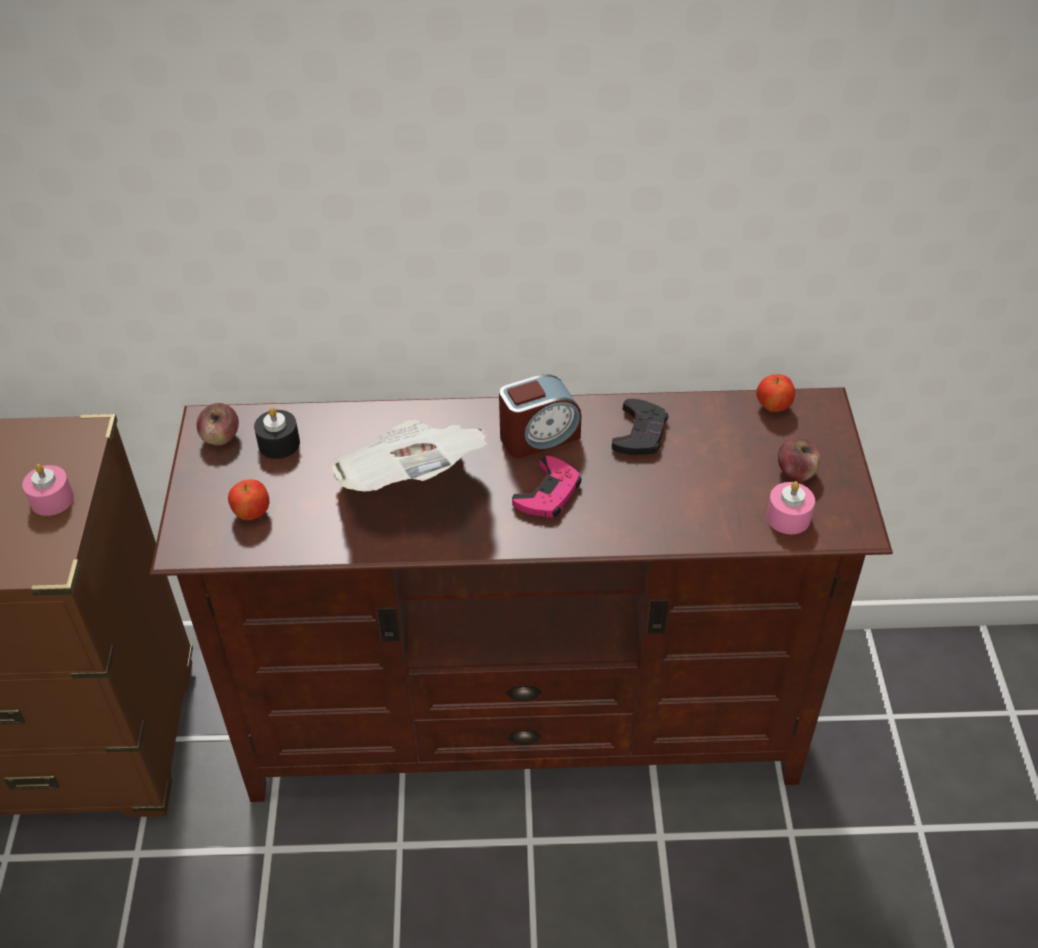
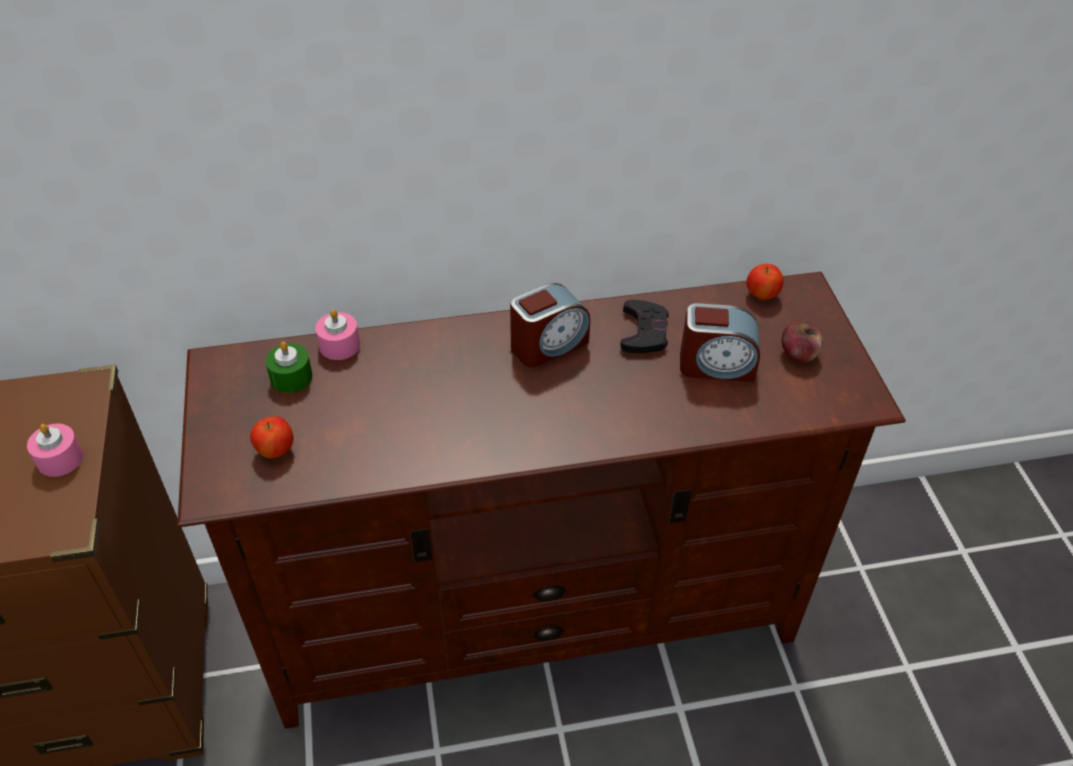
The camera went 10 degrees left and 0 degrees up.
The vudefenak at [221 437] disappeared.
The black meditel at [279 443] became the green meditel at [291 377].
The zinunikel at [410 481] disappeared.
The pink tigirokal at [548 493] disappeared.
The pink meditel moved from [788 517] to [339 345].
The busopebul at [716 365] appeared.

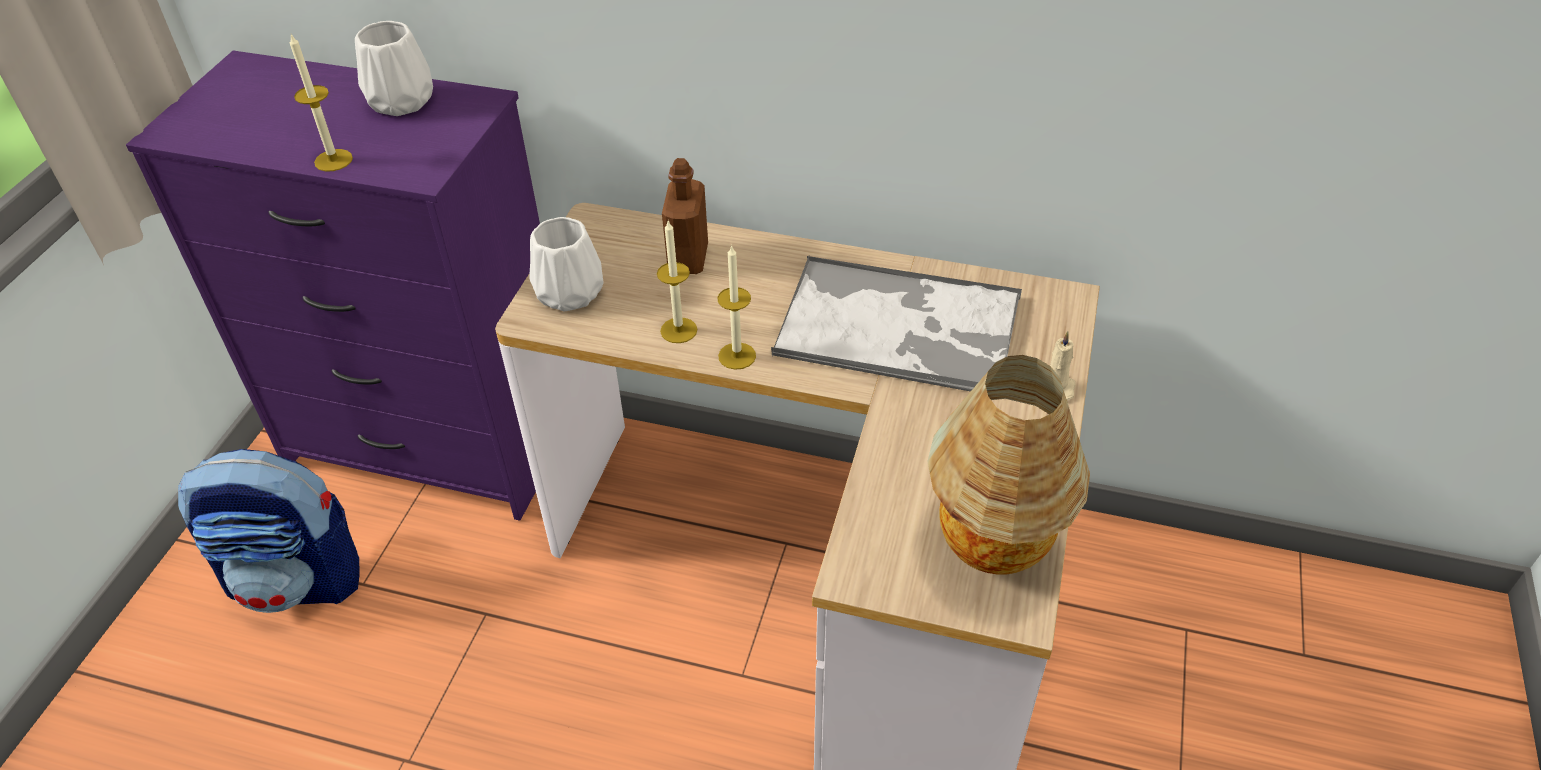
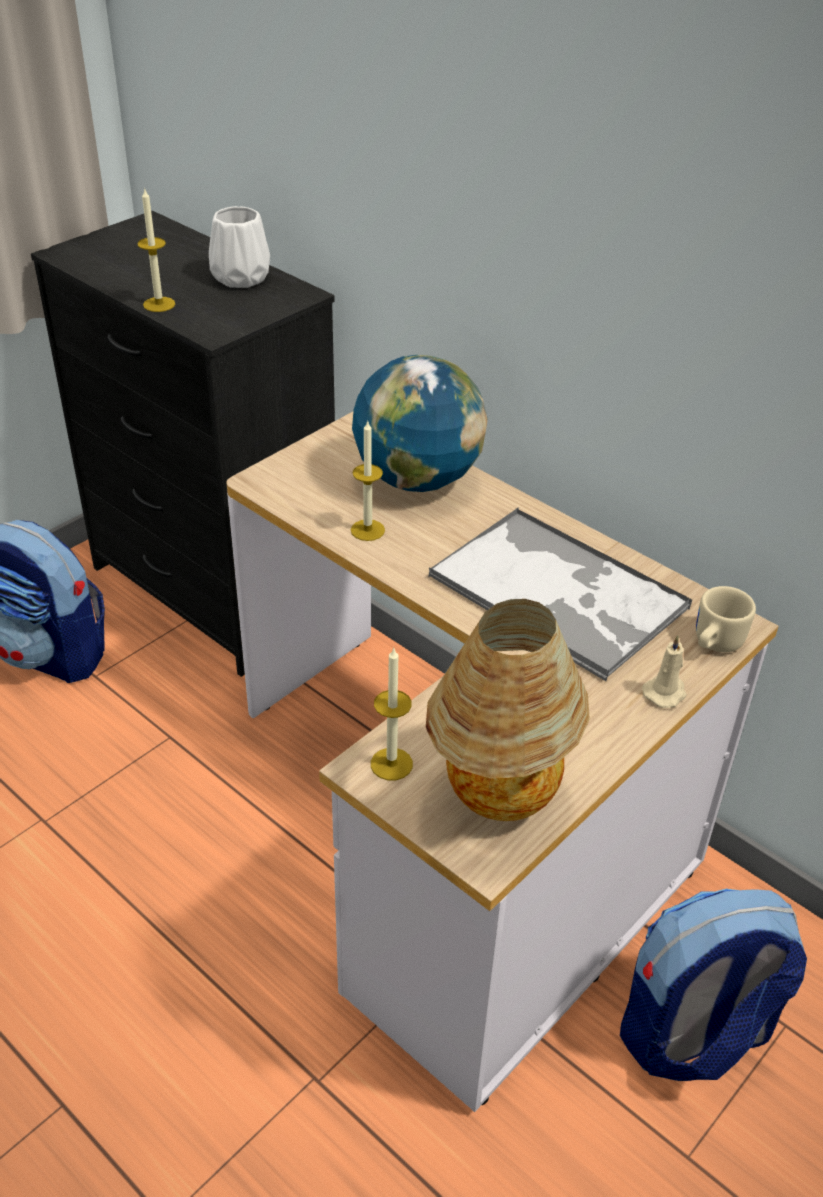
The camera went 25 degrees right and 5 degrees down.
The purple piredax at [432 442] became the black piredax at [212 590].
The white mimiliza at [567 292] disappeared.
The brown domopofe at [688 258] was replaced by the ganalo at [417 479].
The meditel moved from [737 356] to [391 764].
The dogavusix at [693 1035] appeared.
The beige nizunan at [713 644] appeared.

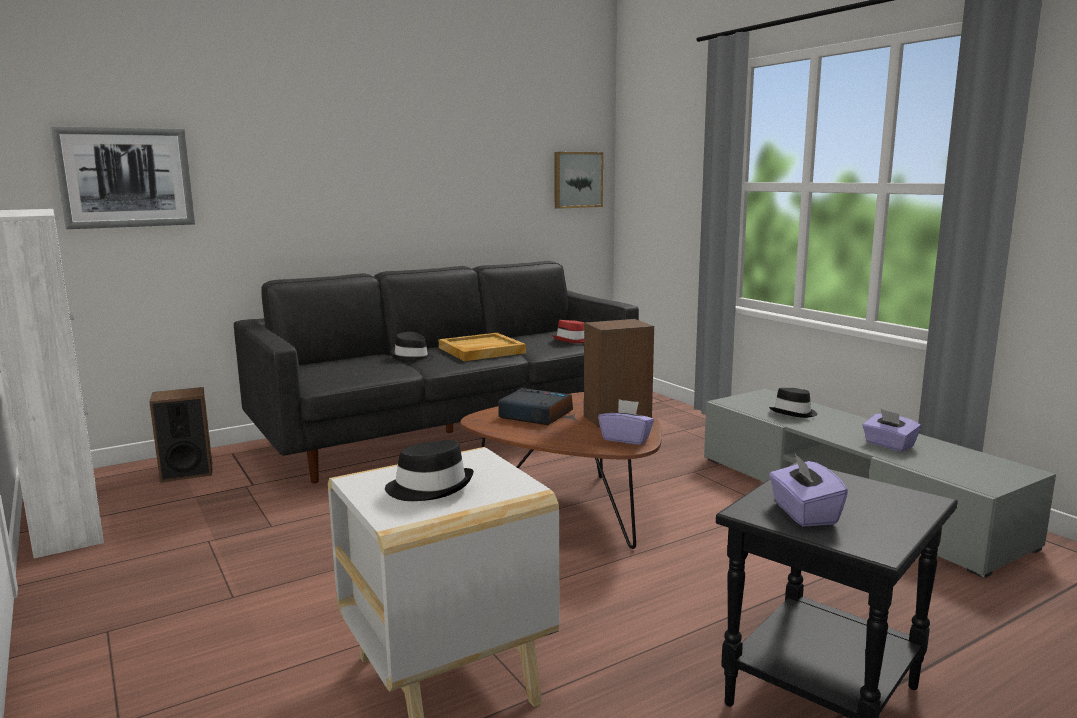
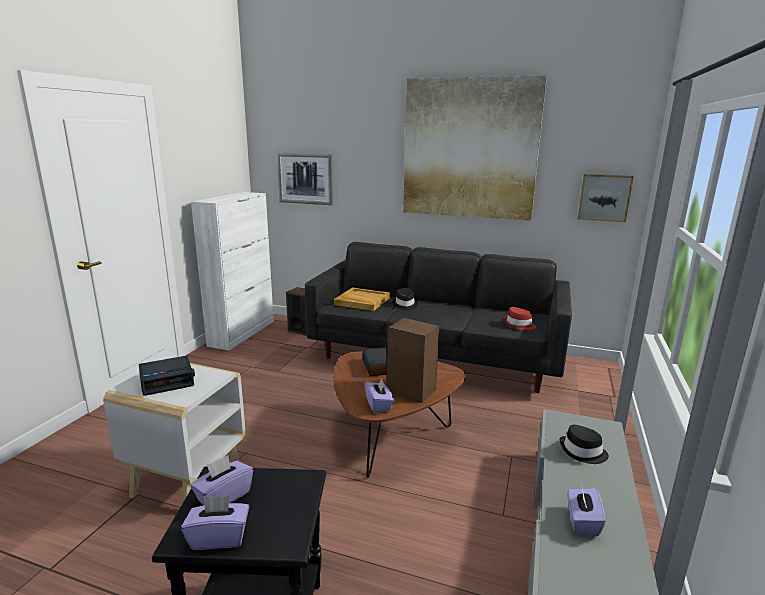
The camera went 50 degrees right and 5 degrees up.
The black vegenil at [430 487] was replaced by the busopebul at [167 381].
The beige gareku moved from [481 350] to [362 301].
The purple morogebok at [219 537] appeared.
The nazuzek at [470 149] appeared.

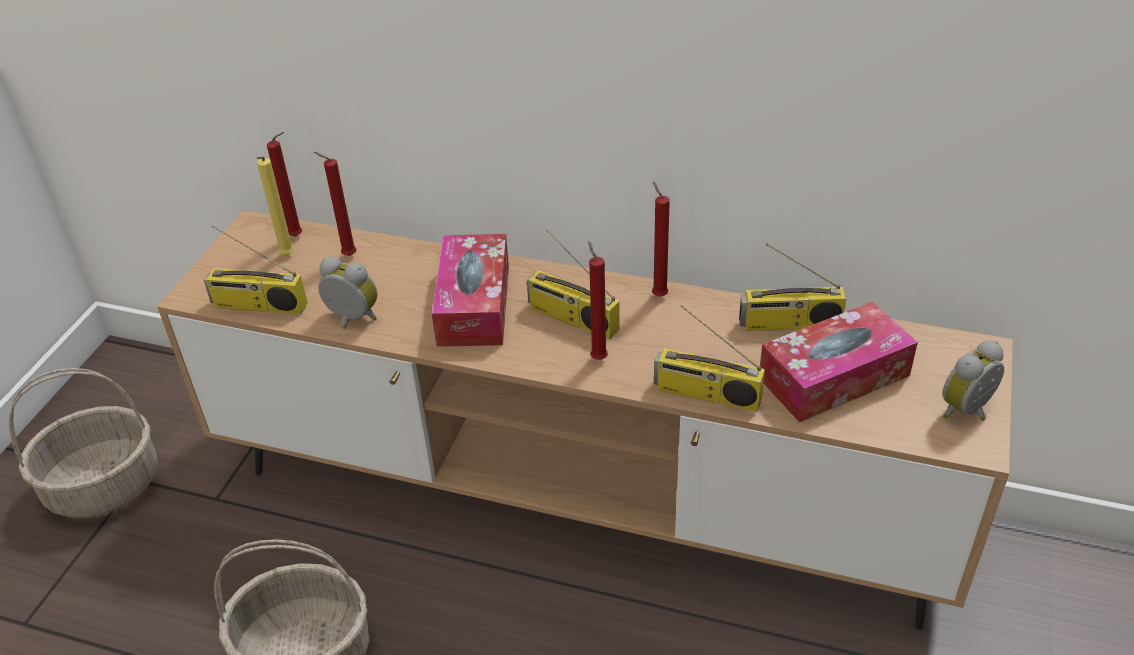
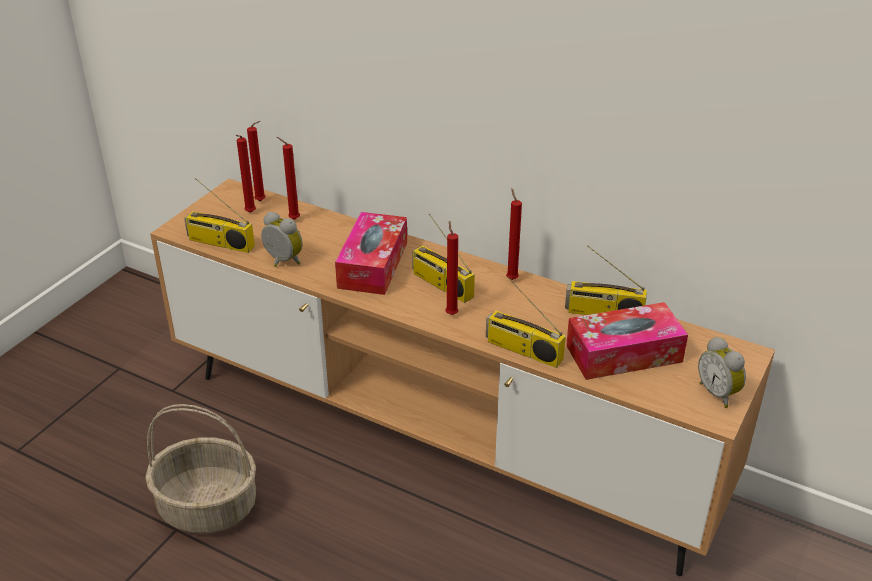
The camera went 10 degrees right and 5 degrees down.
The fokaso at [105 485] disappeared.
The yellow meditel at [286 256] became the red meditel at [249 213].
The busopebul at [968 411] turned 90 degrees counterclockwise.

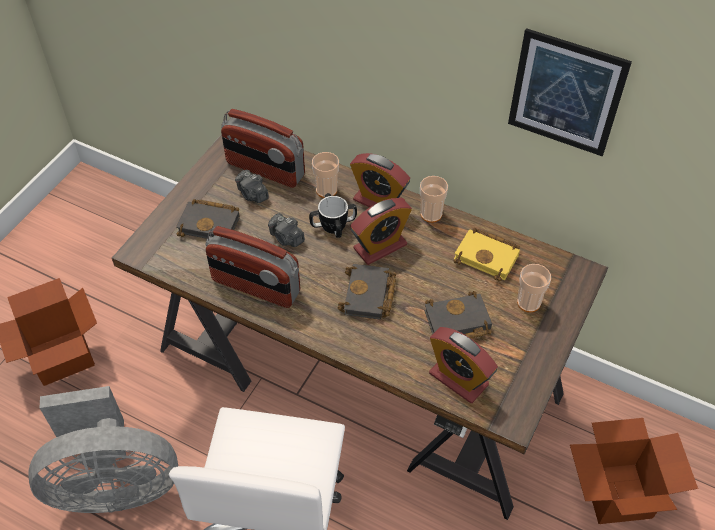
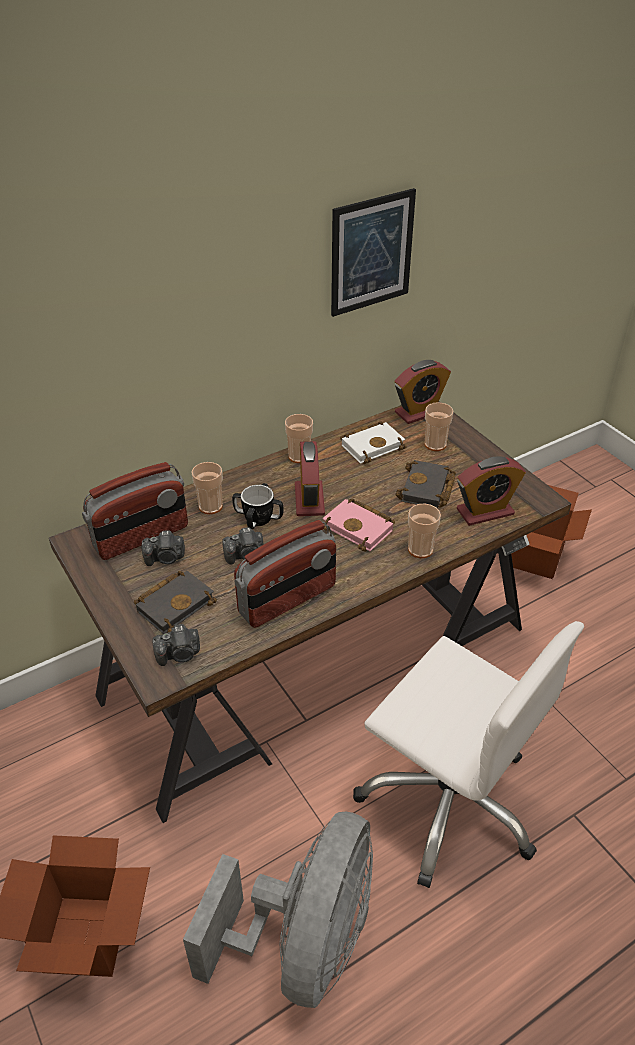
The camera went 60 degrees left and 10 degrees down.
The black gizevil at [369 296] became the pink gizevil at [360 528].
The busopebul moved from [379 201] to [419 412].
The yellow gizevil at [488 256] became the white gizevil at [372 445].
The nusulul at [179 654] appeared.
The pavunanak at [420 549] appeared.

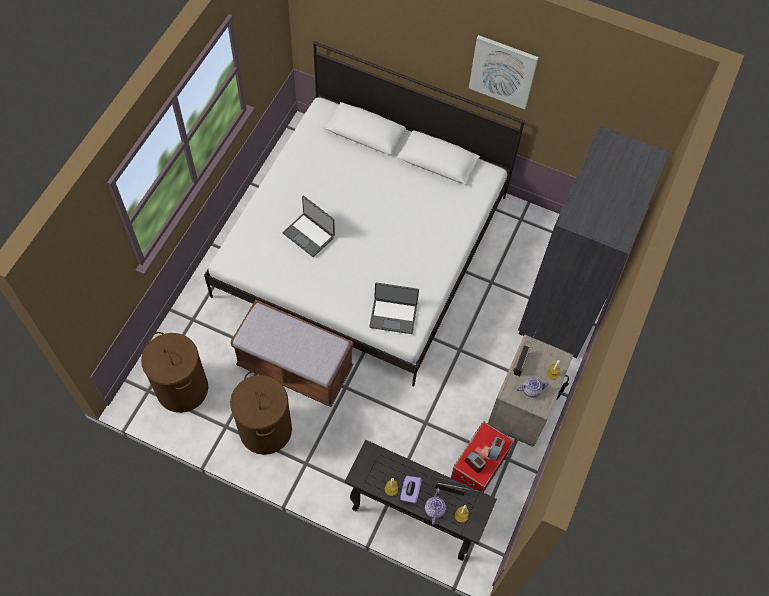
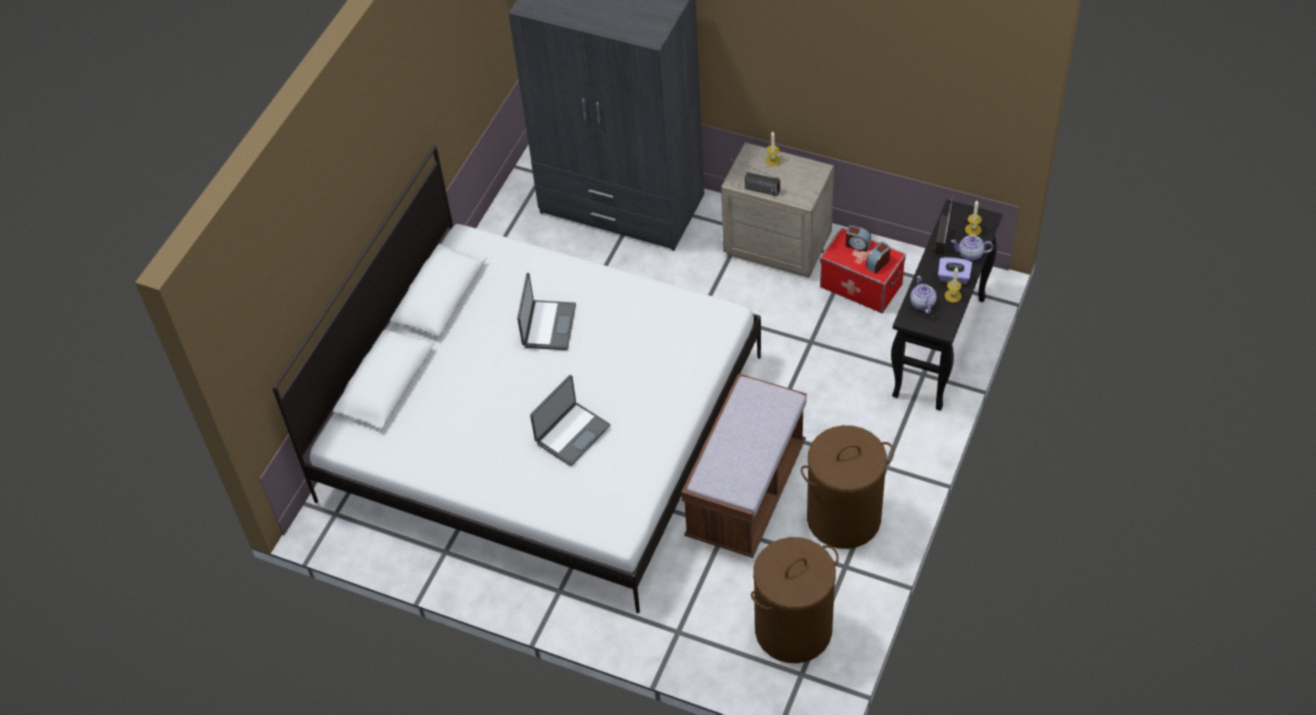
The camera went 85 degrees left and 10 degrees down.
The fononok moved from [393 315] to [548 326].
The nazuzek at [503 71] disappeared.
The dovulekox moved from [531 390] to [922 303].

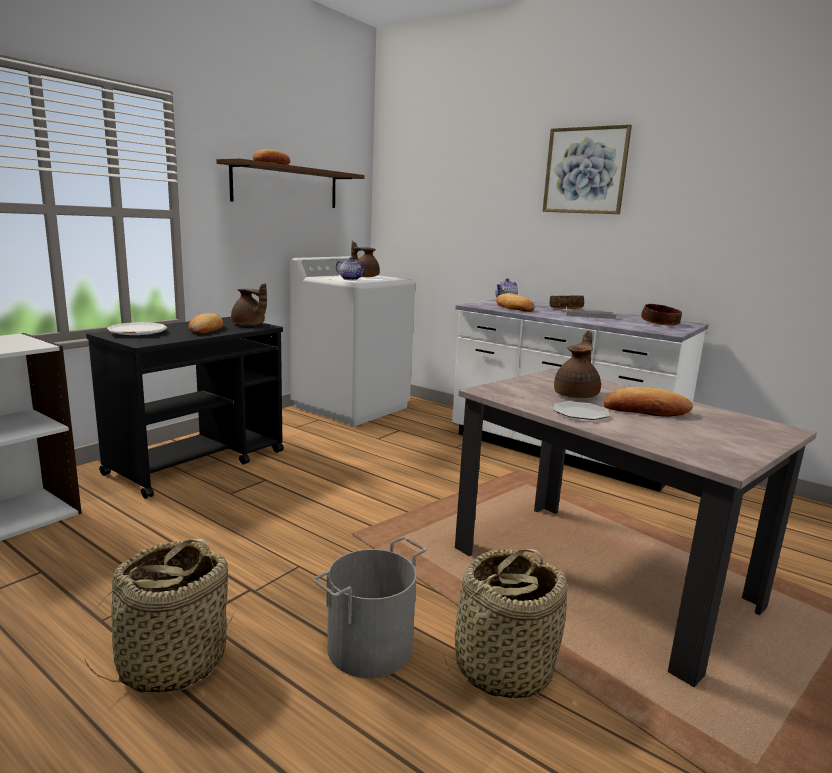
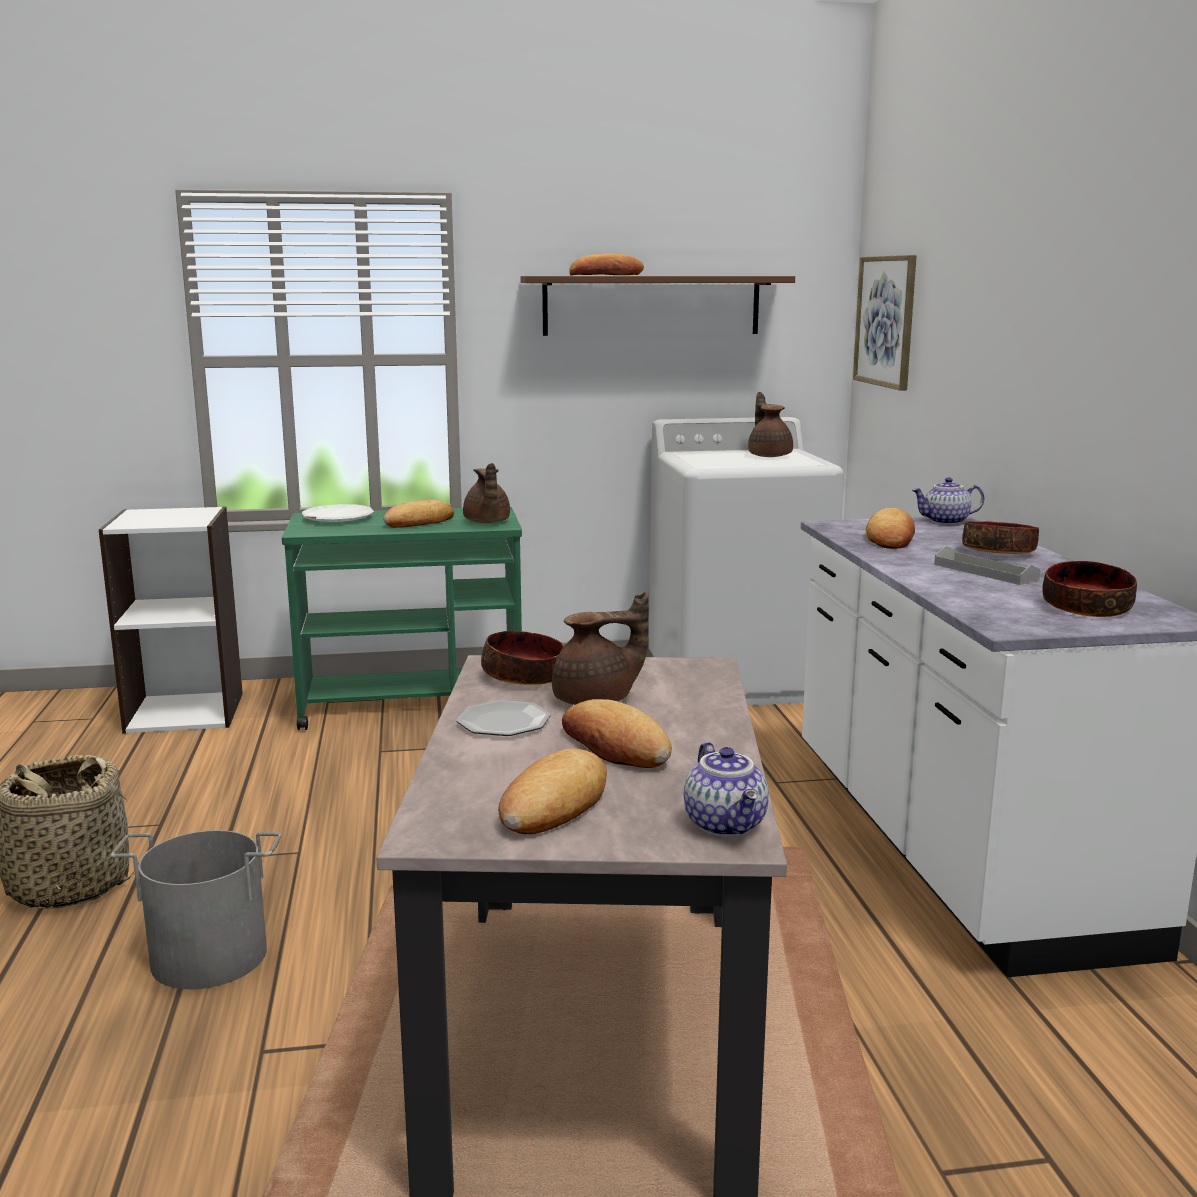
The camera went 45 degrees right and 0 degrees up.
The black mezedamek at [198 462] became the green mezedamek at [414 705].
The dovulekox moved from [351 279] to [727 825].
The fokaso at [502 667] disappeared.
The nazuzek moved from [585 170] to [886 321].
The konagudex at [524 677] appeared.
The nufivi at [554 803] appeared.

